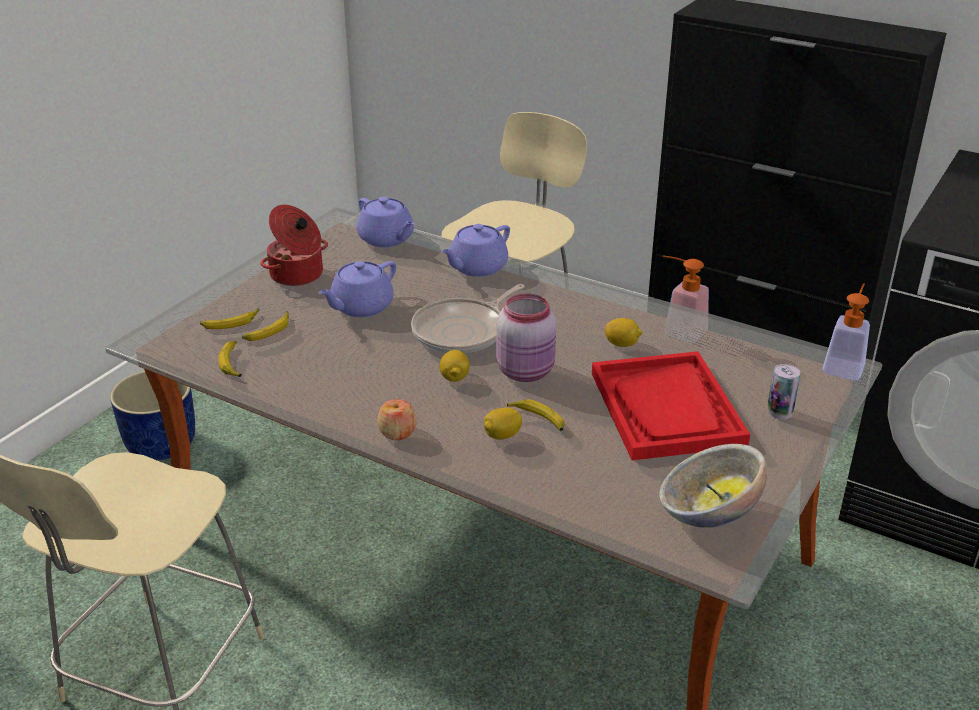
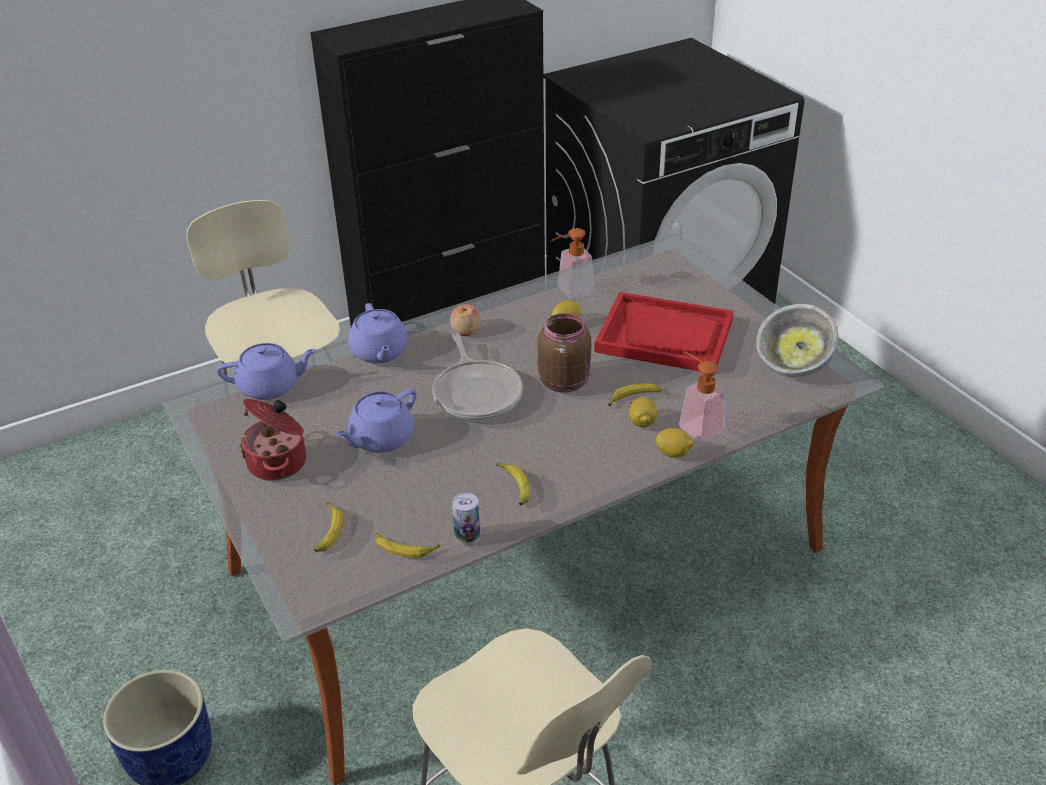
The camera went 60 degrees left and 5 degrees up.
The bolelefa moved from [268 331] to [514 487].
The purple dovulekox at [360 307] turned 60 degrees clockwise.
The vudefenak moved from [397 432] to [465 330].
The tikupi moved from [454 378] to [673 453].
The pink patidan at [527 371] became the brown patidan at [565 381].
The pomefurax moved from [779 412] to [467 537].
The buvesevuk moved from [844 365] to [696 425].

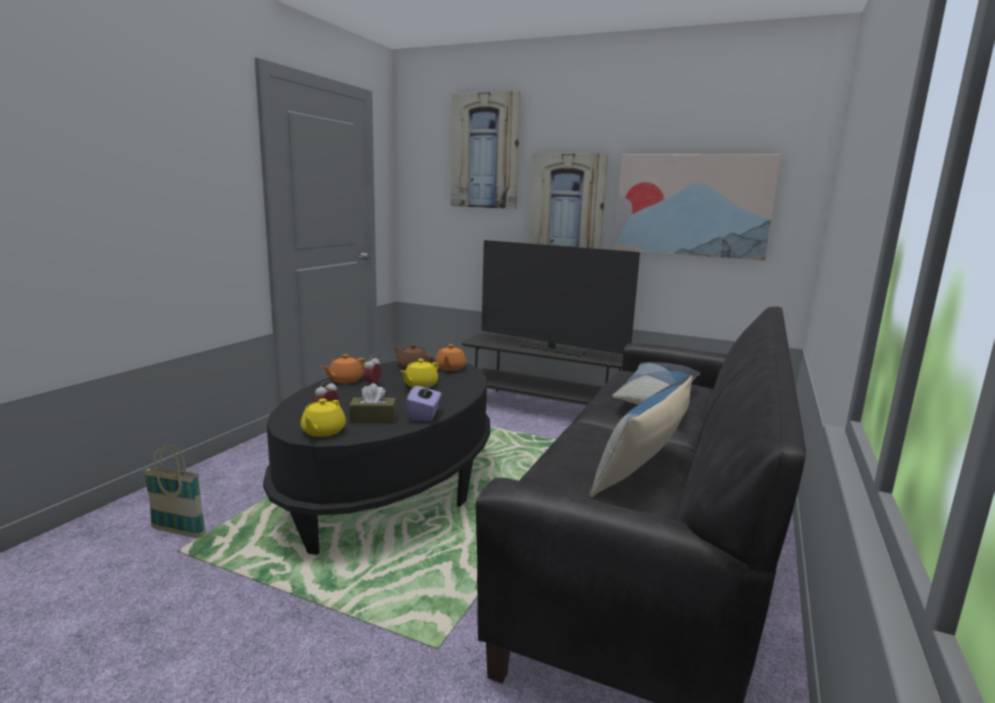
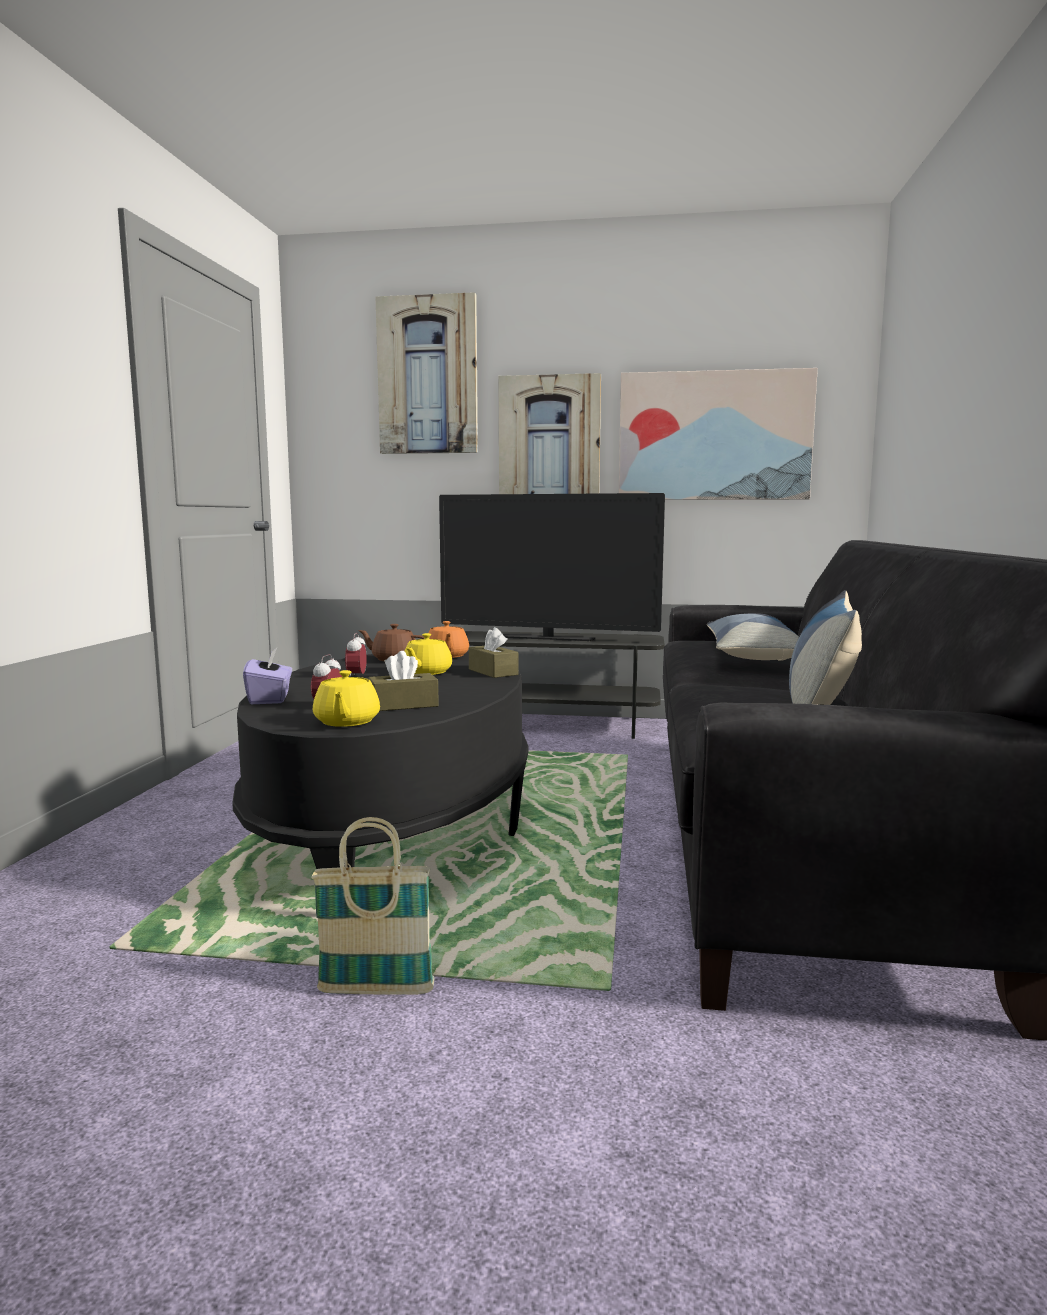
The camera went 15 degrees left and 5 degrees down.
The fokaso moved from [178 532] to [376 990].
The orange dovulekox at [345 380] disappeared.
The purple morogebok moved from [424 415] to [270 699].
The brown morogebok at [493 672] appeared.

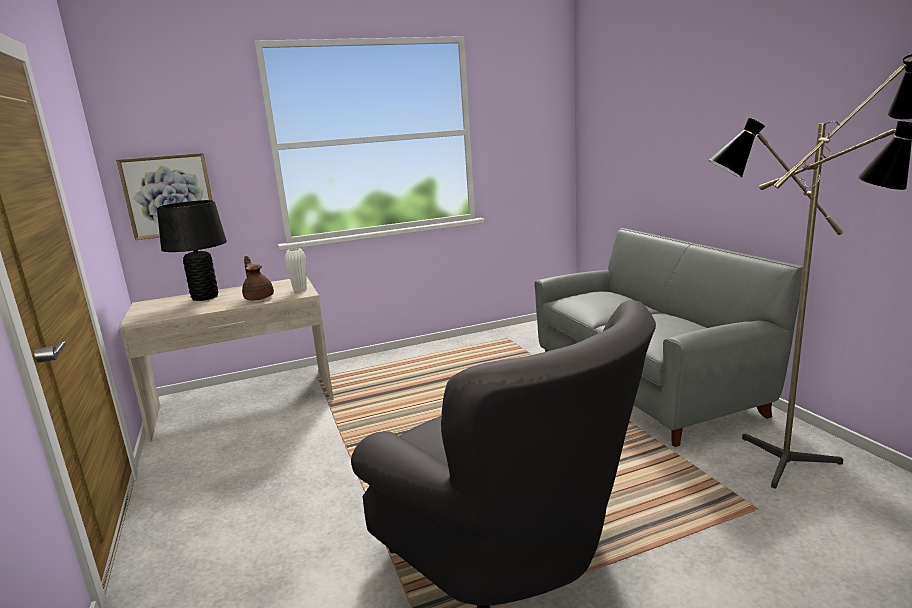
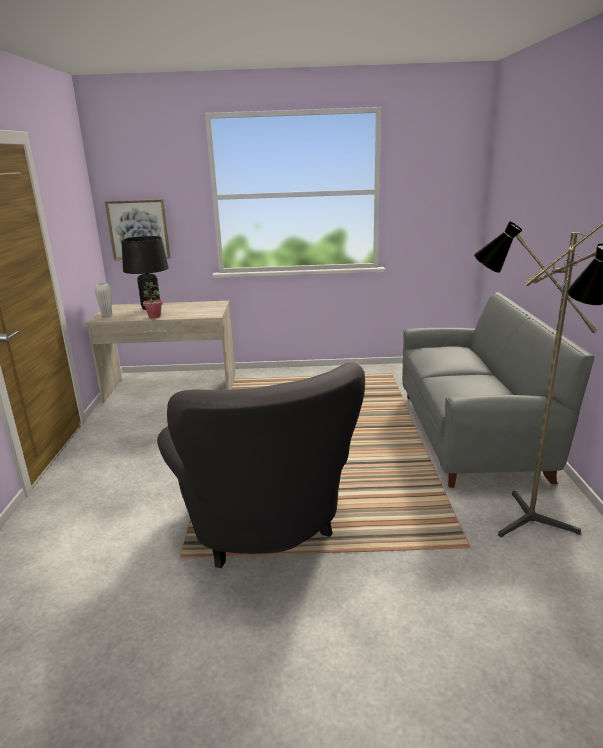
The camera went 20 degrees right and 5 degrees up.
The brown dovulekox at [259 297] disappeared.
The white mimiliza moved from [300 290] to [106 314].
The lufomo at [154 316] appeared.

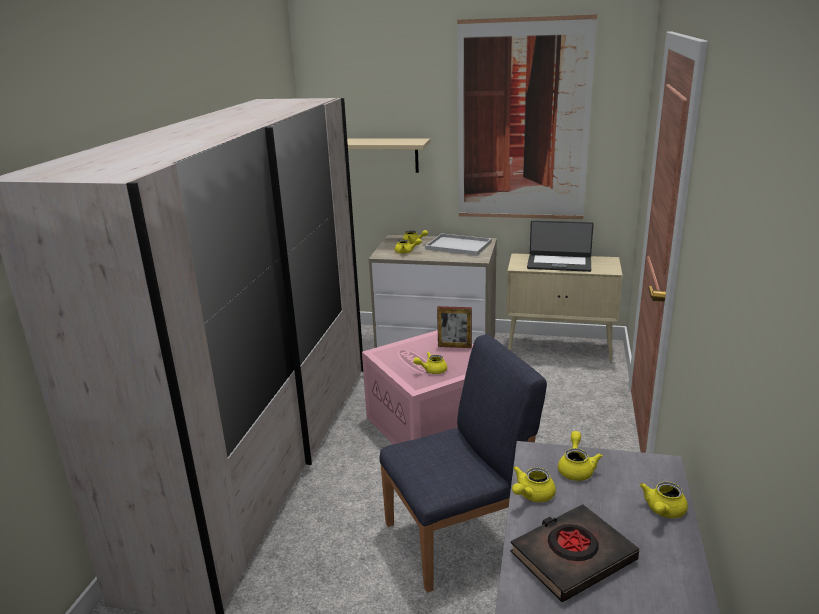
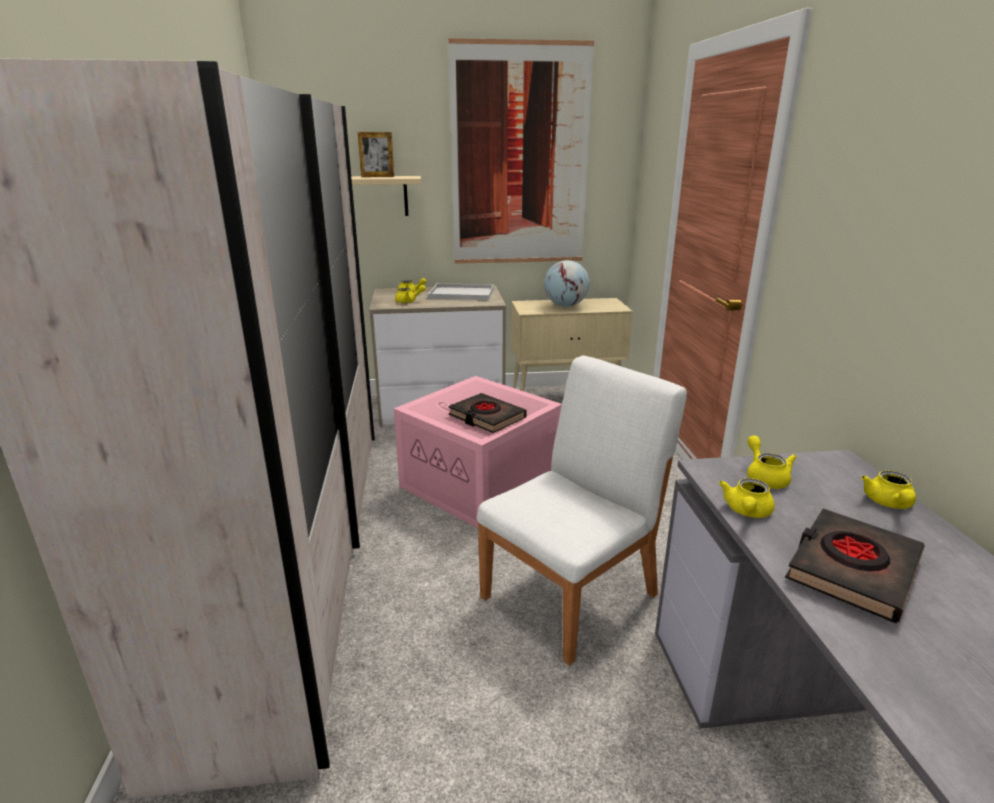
The camera went 20 degrees left and 0 degrees up.
The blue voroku at [460 537] became the white voroku at [571 595].
The yellow dovulekox at [432 370] was replaced by the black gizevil at [486 417].
The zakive moved from [454 346] to [377 176].
The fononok at [559 263] was replaced by the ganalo at [565 306].

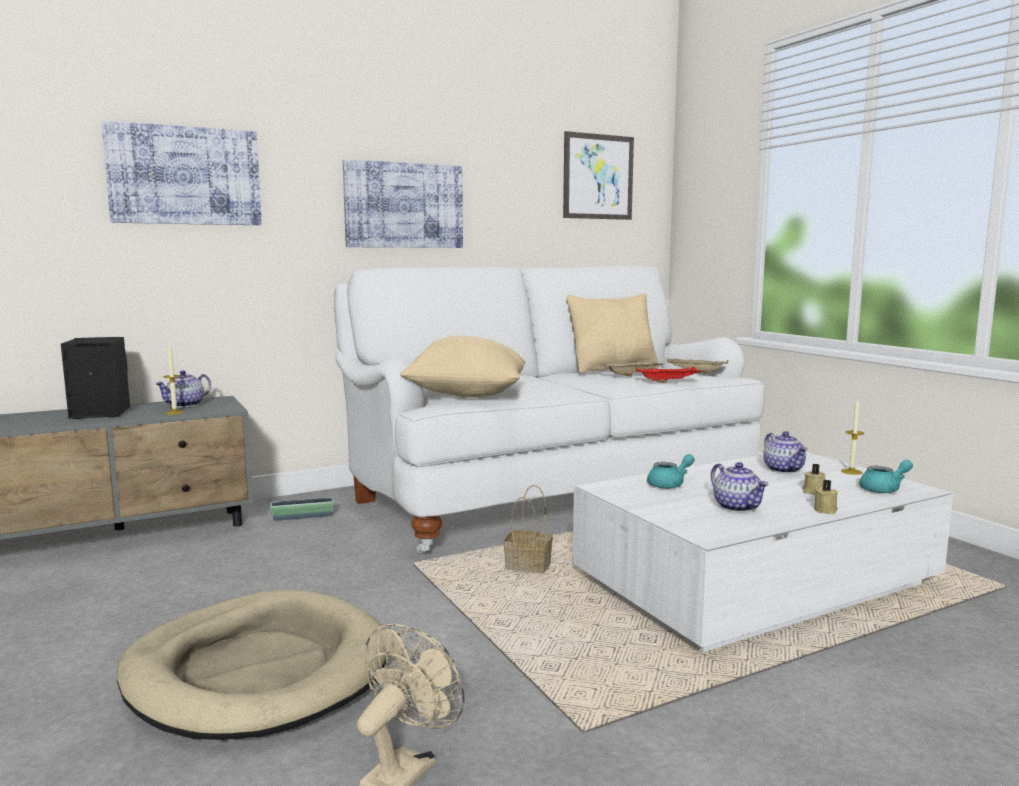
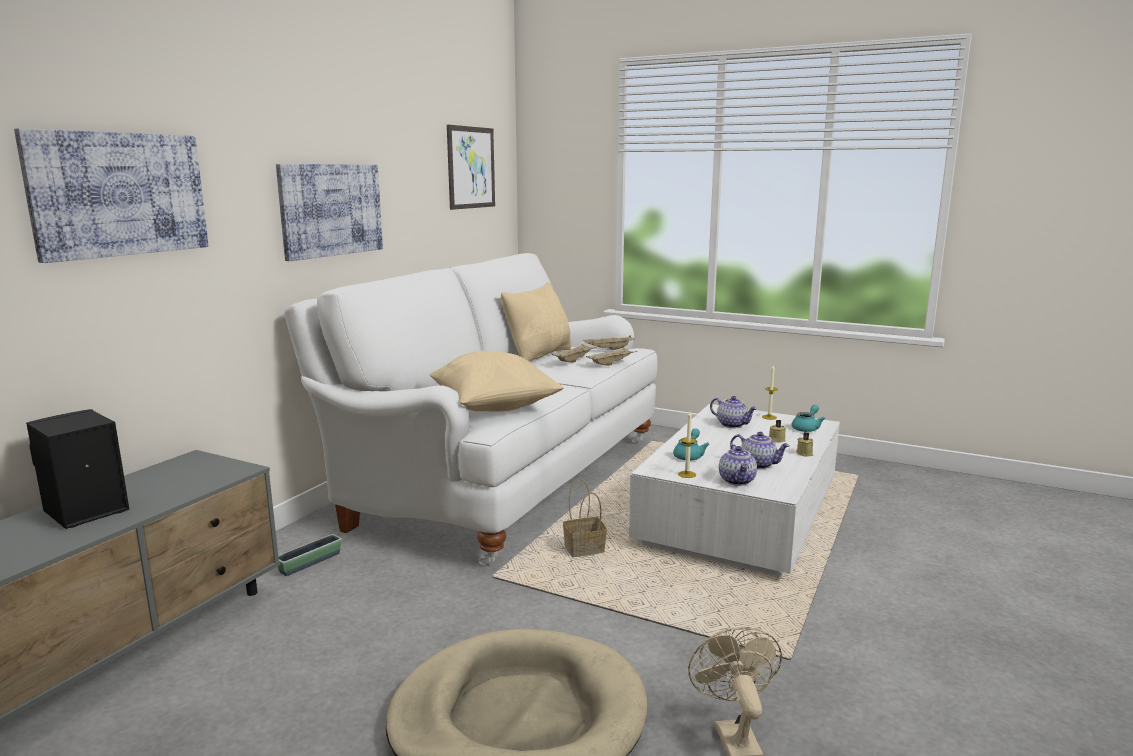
The camera went 35 degrees left and 5 degrees up.
The dovulekox moved from [185 405] to [738 481].
The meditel moved from [174 412] to [687 474].
The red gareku at [668 382] became the beige gareku at [611 363].

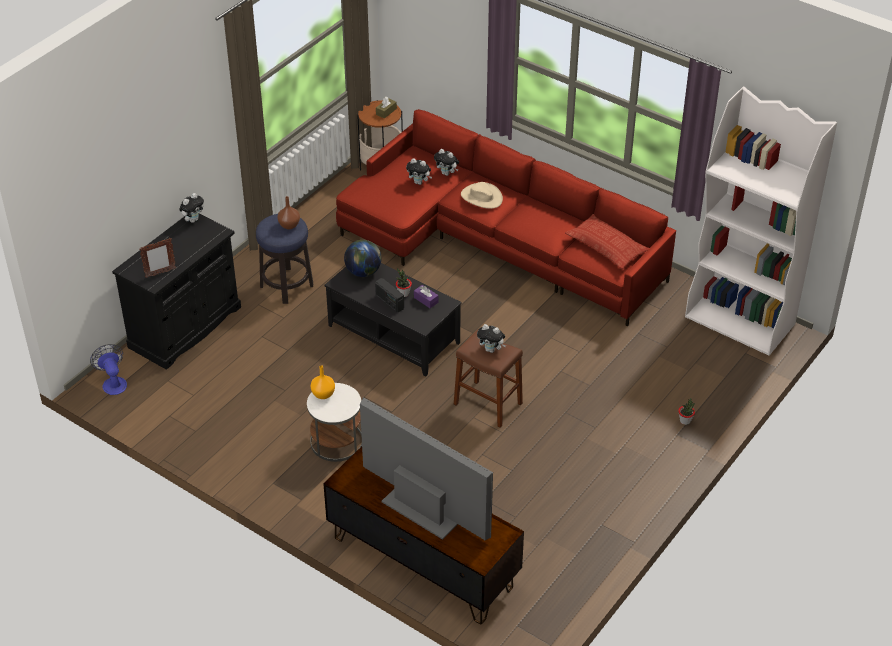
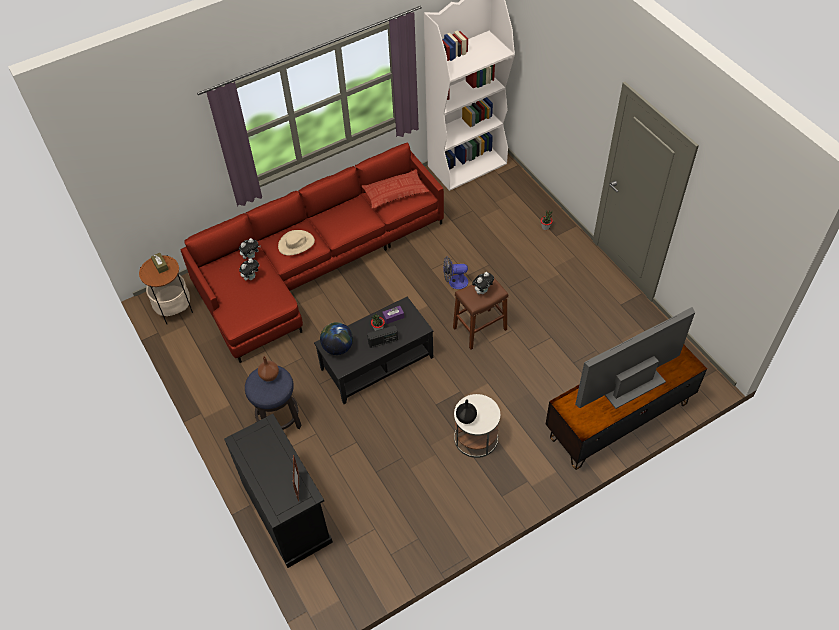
The camera went 65 degrees left and 10 degrees up.
The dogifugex moved from [113 382] to [454 282].
The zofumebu at [193 219] disappeared.
The orange mimiliza at [323 394] became the black mimiliza at [466 418].

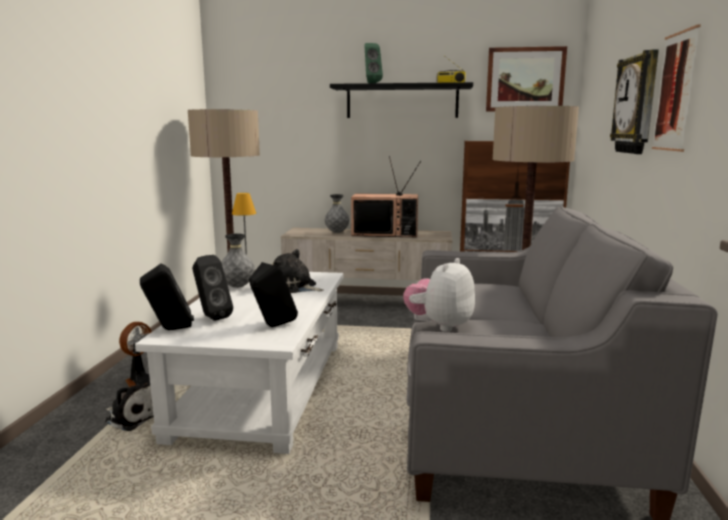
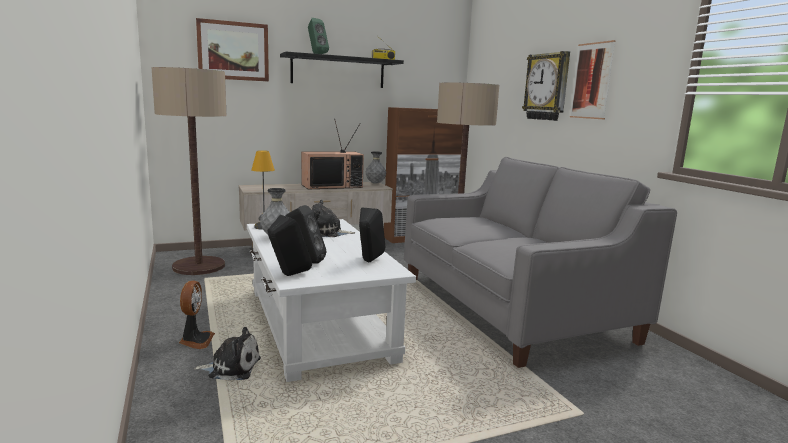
The camera went 30 degrees left and 0 degrees up.
The grey mimiliza moved from [337 232] to [375 183].
The zofumebu at [440 325] disappeared.
The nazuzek moved from [525 79] to [233 51].

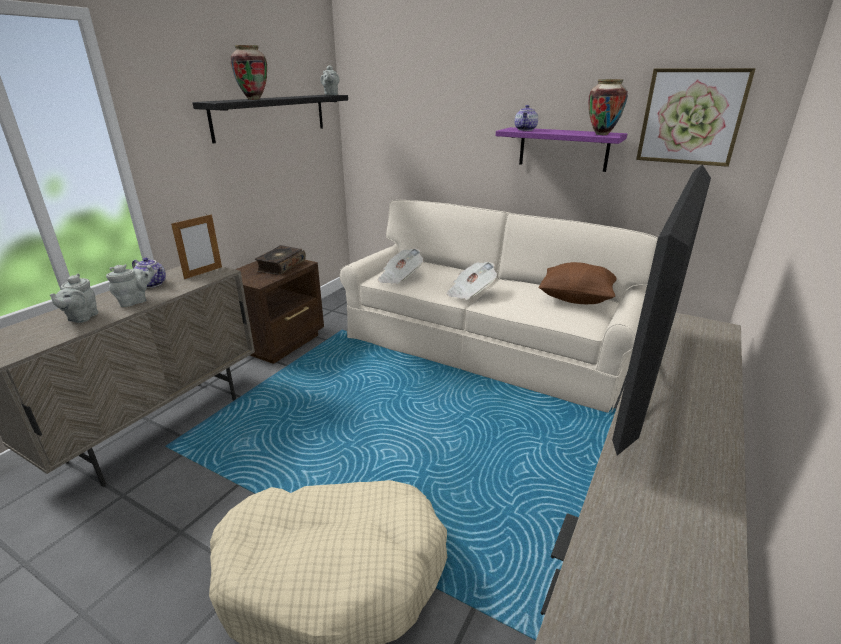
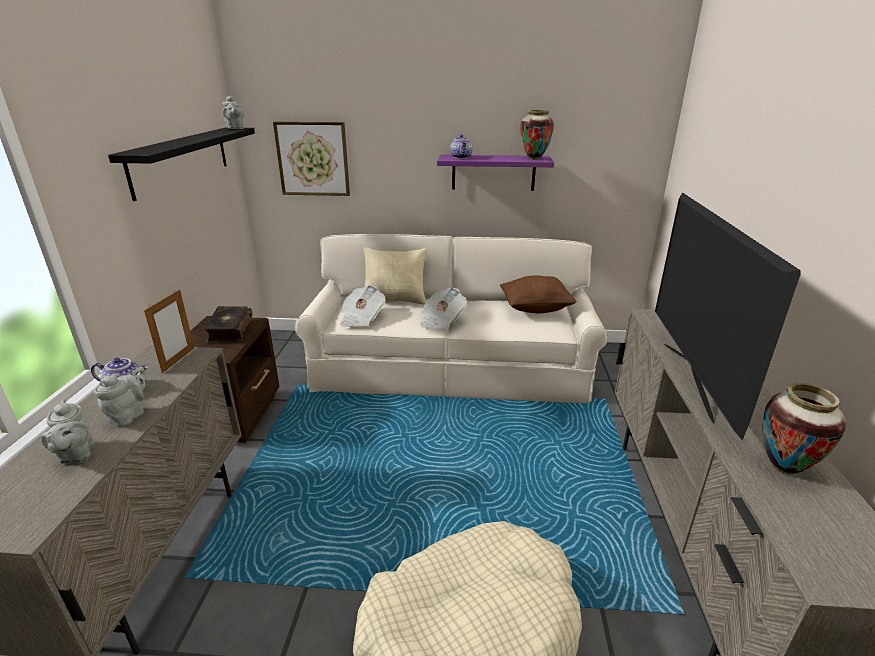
The camera went 25 degrees left and 0 degrees up.
The mimiliza moved from [254 99] to [783 467].
The nazuzek moved from [691 117] to [313 159].
The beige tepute at [396 299] appeared.

